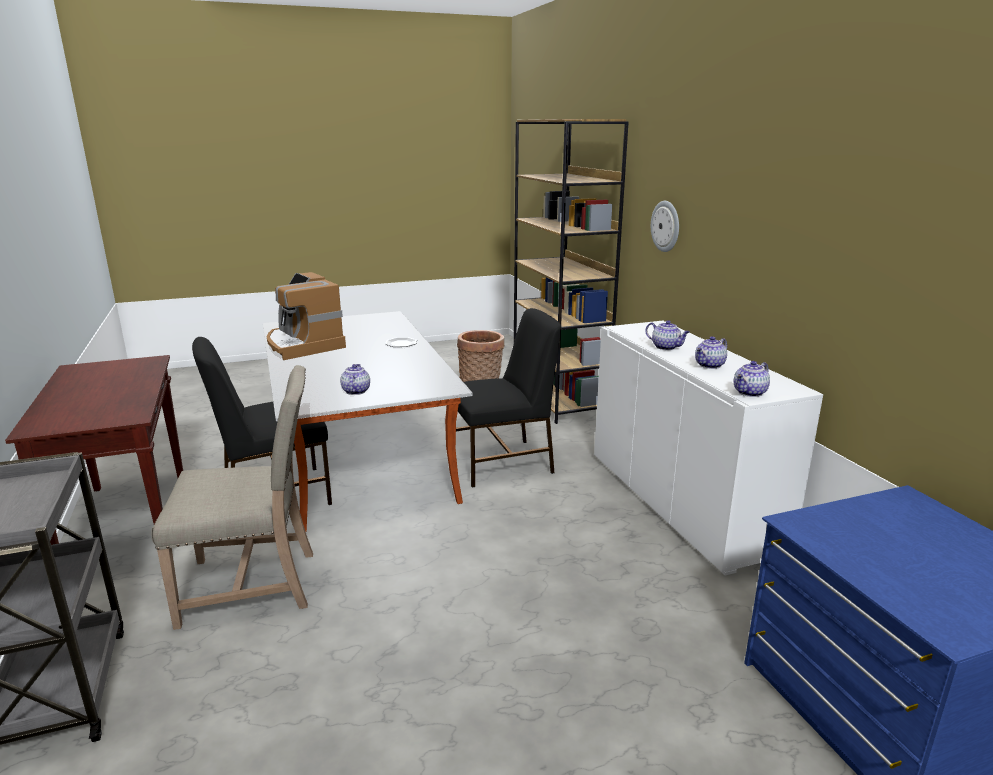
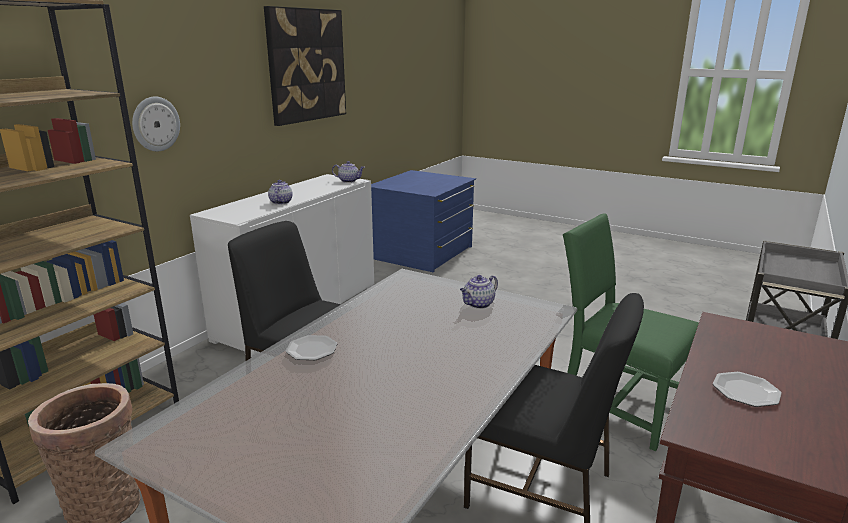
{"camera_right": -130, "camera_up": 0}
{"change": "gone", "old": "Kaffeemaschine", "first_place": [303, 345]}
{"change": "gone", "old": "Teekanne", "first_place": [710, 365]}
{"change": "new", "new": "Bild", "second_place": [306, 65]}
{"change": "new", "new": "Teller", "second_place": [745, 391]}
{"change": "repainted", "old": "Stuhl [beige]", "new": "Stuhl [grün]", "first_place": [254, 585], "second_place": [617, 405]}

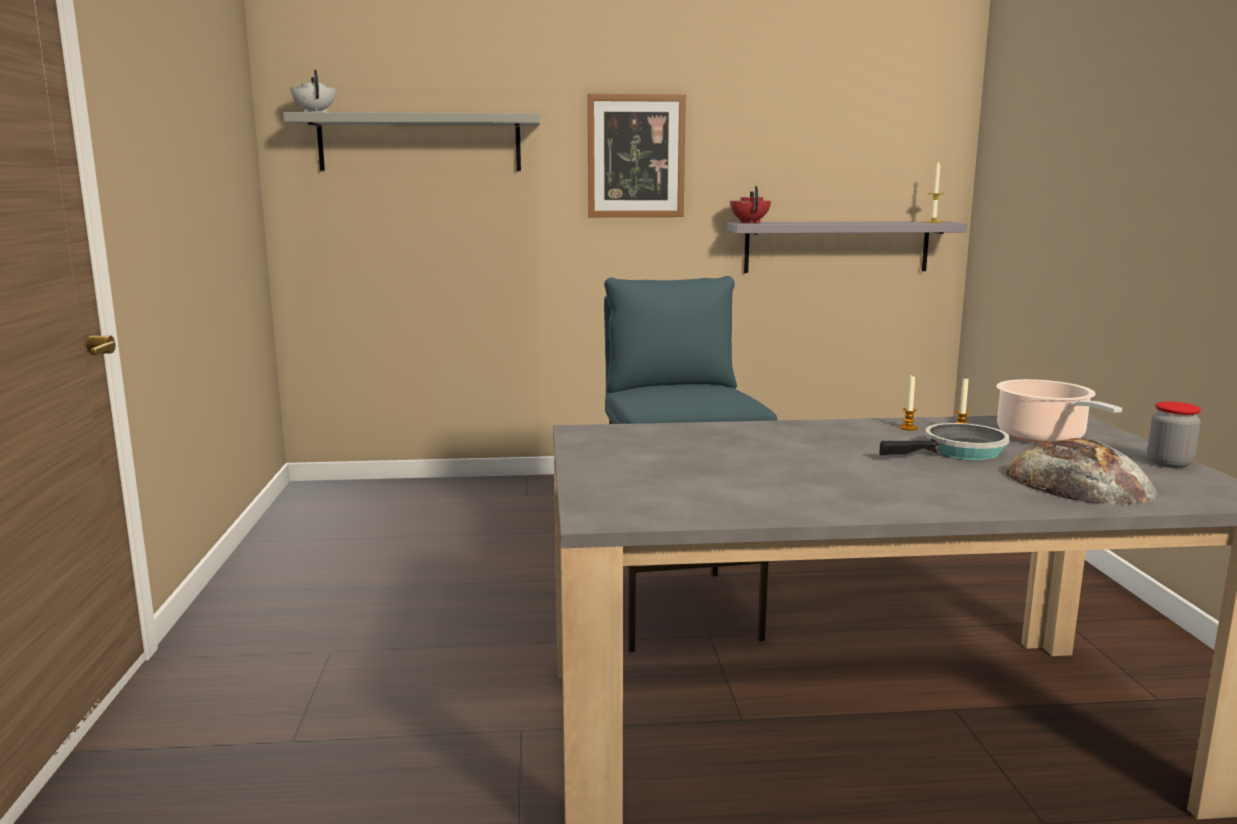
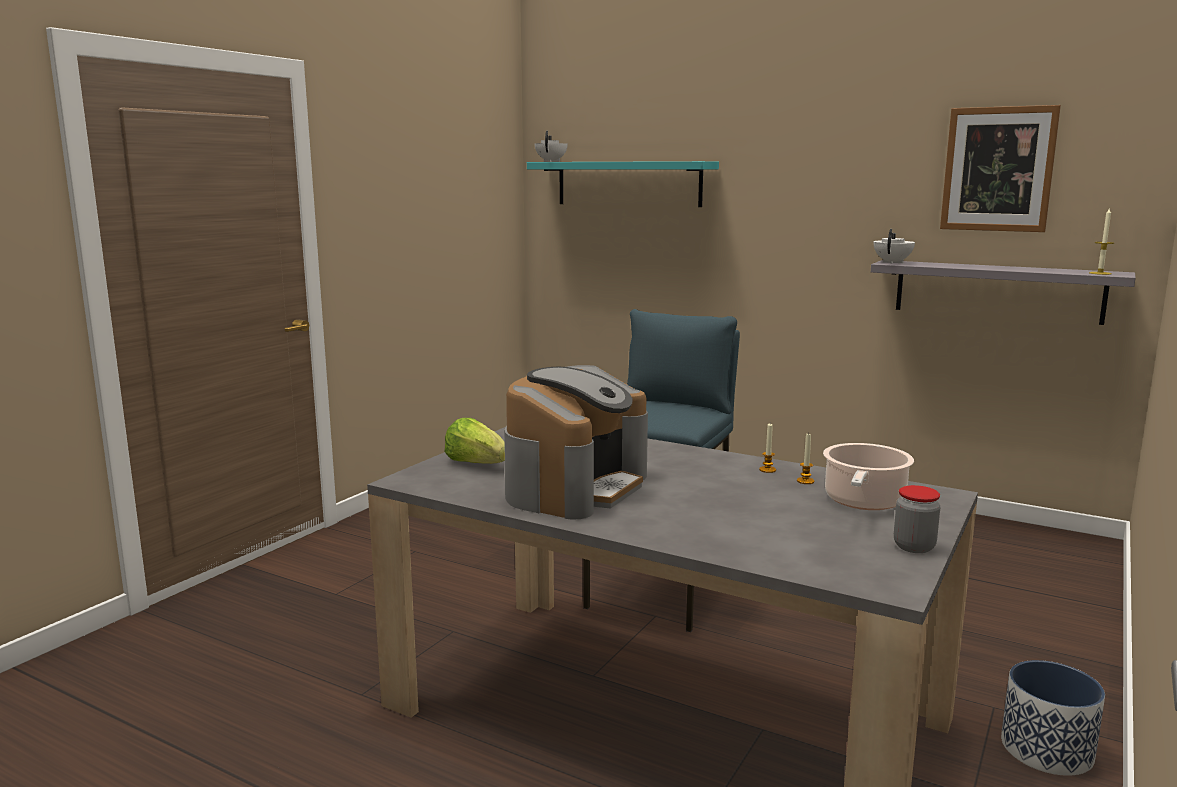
{"camera_right": 35, "camera_up": 0}
{"change": "gone", "old": "Pfanne", "first_place": [959, 451]}
{"change": "gone", "old": "Brot", "first_place": [1078, 483]}
{"change": "new", "new": "Salatkopf", "second_place": [477, 464]}
{"change": "new", "new": "Kaffeemaschine", "second_place": [575, 487]}
{"change": "new", "new": "Pflanzkübel", "second_place": [1047, 751]}
{"change": "shifted", "old": "Bild", "first_place": [636, 156], "second_place": [998, 169]}
{"change": "repainted", "old": "Wandregal [grau]", "new": "Wandregal [türkis]", "first_place": [420, 143], "second_place": [628, 183]}
{"change": "repainted", "old": "Teekanne [rot]", "new": "Teekanne [weiß]", "first_place": [749, 222], "second_place": [893, 262]}

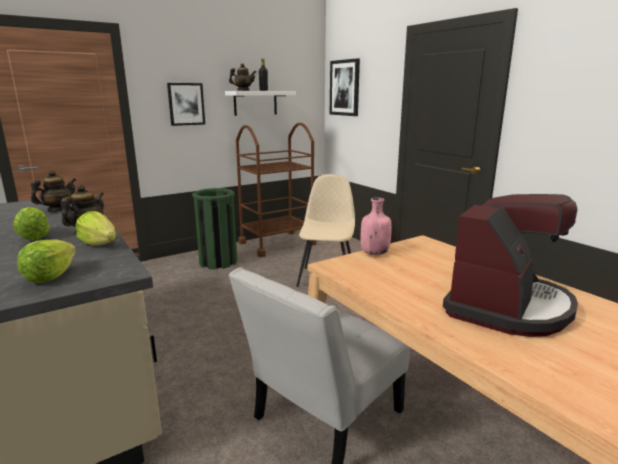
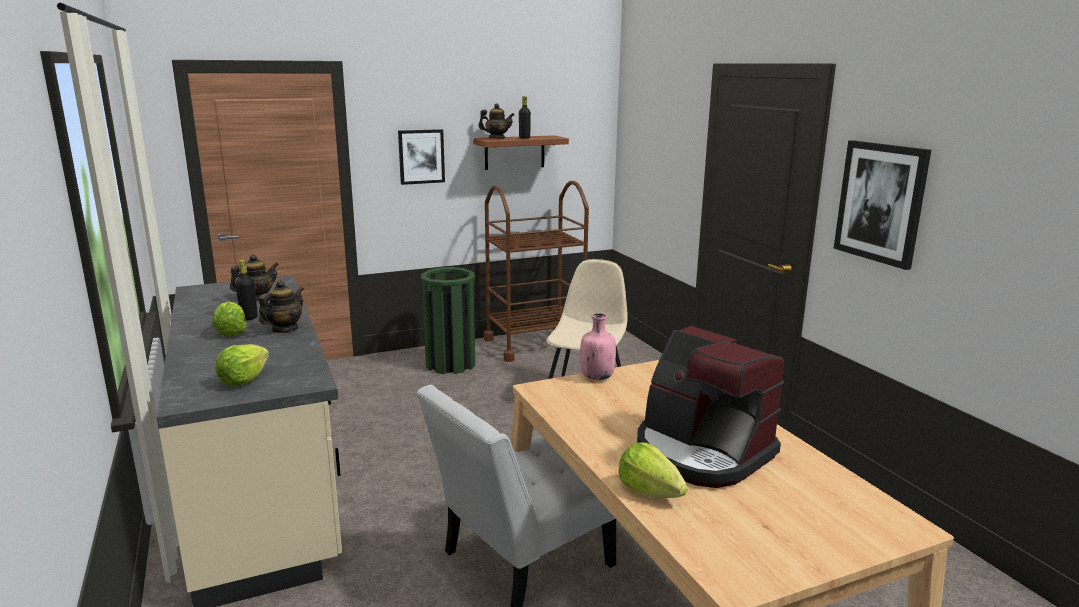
{"camera_right": 10, "camera_up": 0}
{"change": "new", "new": "Flasche [schwarz]", "second_place": [249, 318]}
{"change": "shifted", "old": "Salatkopf", "first_place": [100, 244], "second_place": [650, 491]}
{"change": "shifted", "old": "Bild", "first_place": [345, 88], "second_place": [881, 202]}
{"change": "repainted", "old": "Wandregal [weiß]", "new": "Wandregal [braun]", "first_place": [255, 103], "second_place": [514, 152]}
{"change": "rotated", "old": "Kaffeemaschine", "first_place": [507, 307], "second_place": [701, 452], "degrees": 90}

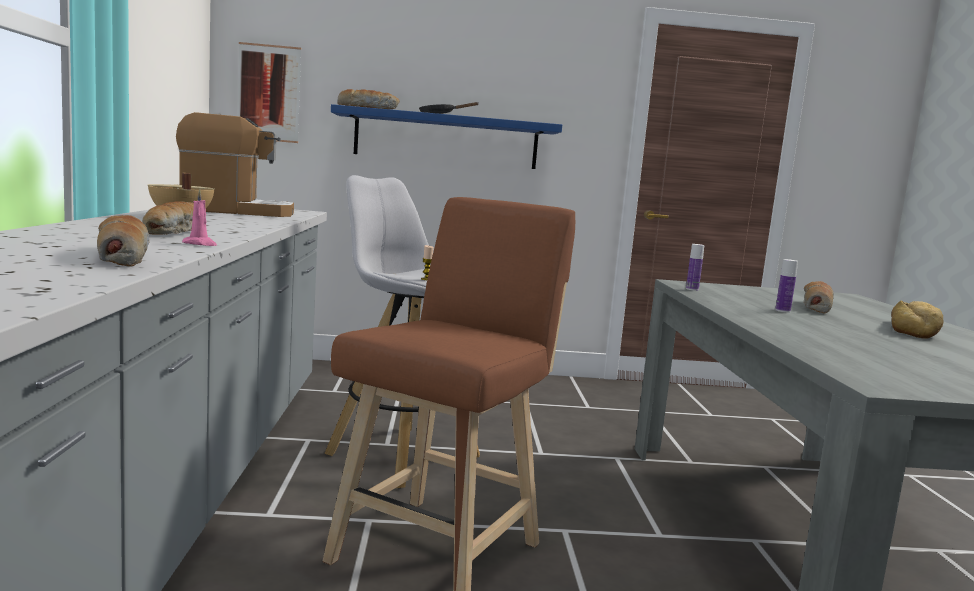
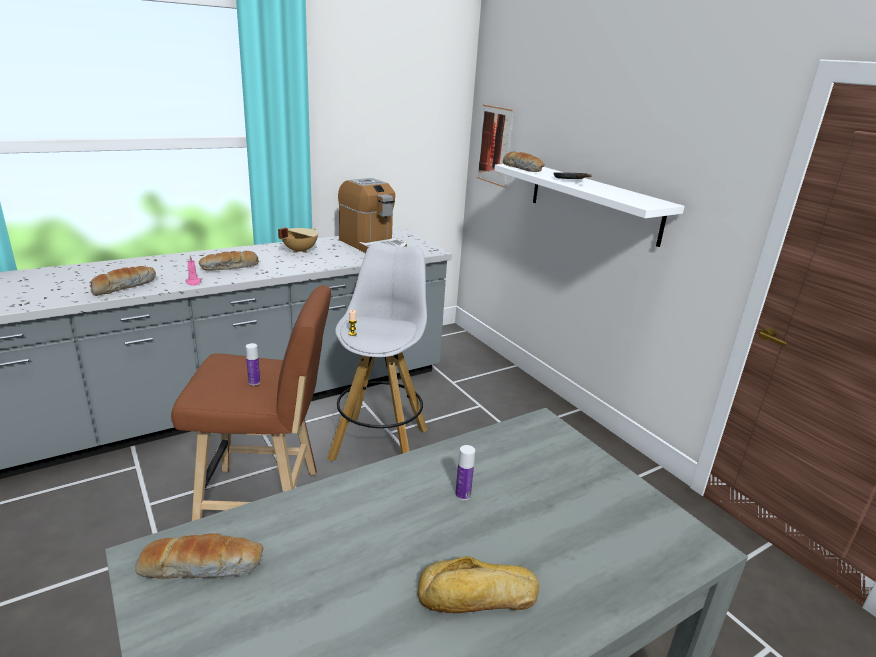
{"camera_right": 60, "camera_up": 15}
{"change": "shifted", "old": "Flasche", "first_place": [692, 289], "second_place": [254, 382]}
{"change": "shifted", "old": "Brot", "first_place": [816, 306], "second_place": [202, 566]}
{"change": "repainted", "old": "Wandregal [blau]", "new": "Wandregal [weiß]", "first_place": [446, 139], "second_place": [593, 202]}

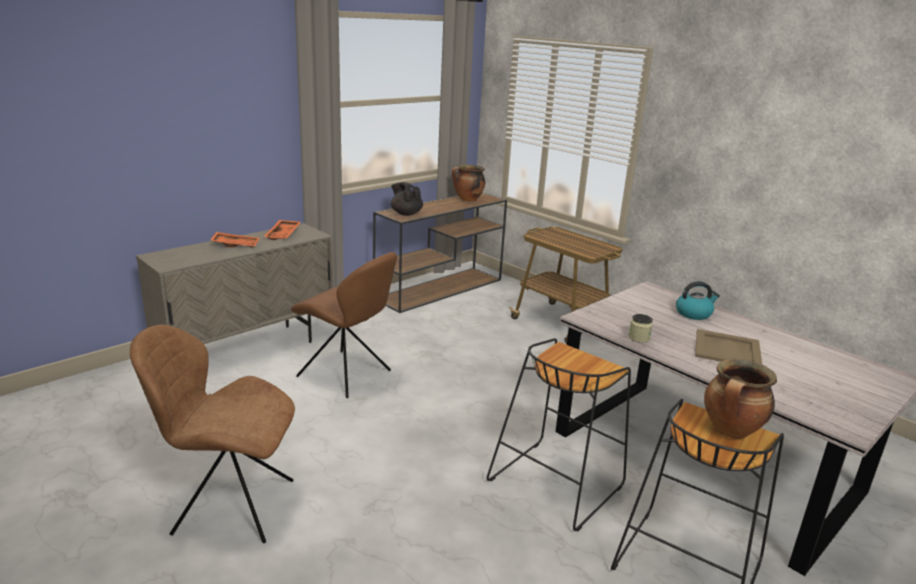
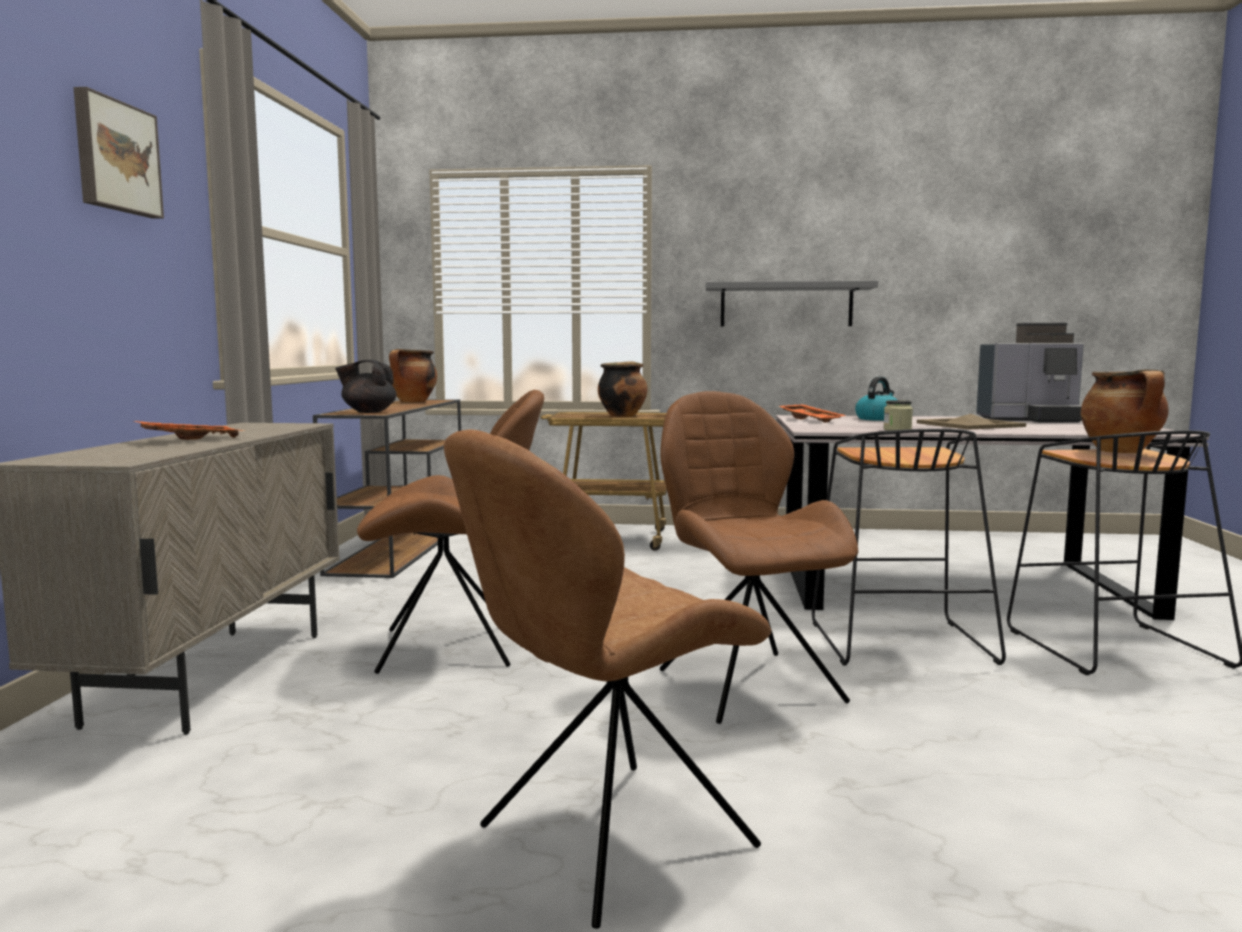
{"camera_right": -40, "camera_up": -15}
{"change": "new", "new": "Bild", "second_place": [115, 157]}
{"change": "new", "new": "Kochtopf", "second_place": [622, 416]}
{"change": "new", "new": "Stuhl [braun]", "second_place": [746, 683]}
{"change": "new", "new": "Wandregal [grau]", "second_place": [786, 305]}
{"change": "new", "new": "Kaffeemaschine", "second_place": [1031, 419]}
{"change": "shifted", "old": "Tablett [orange]", "first_place": [284, 235], "second_place": [811, 420]}

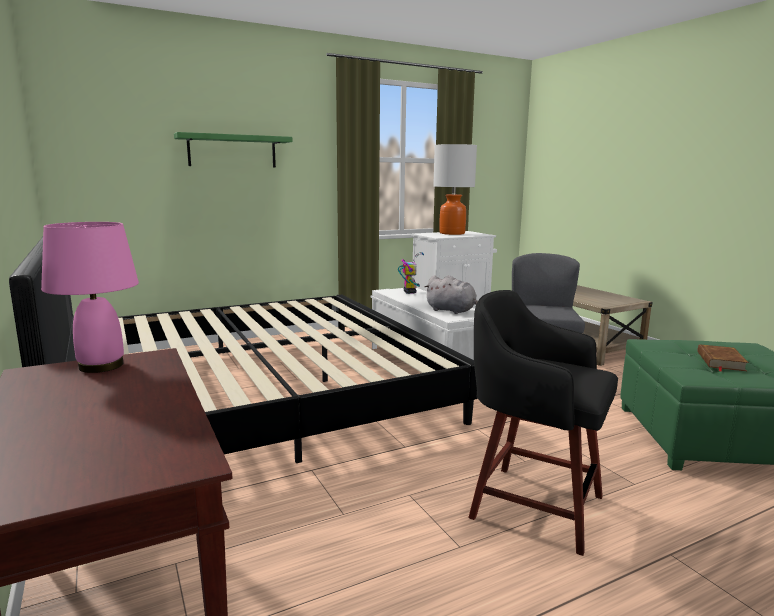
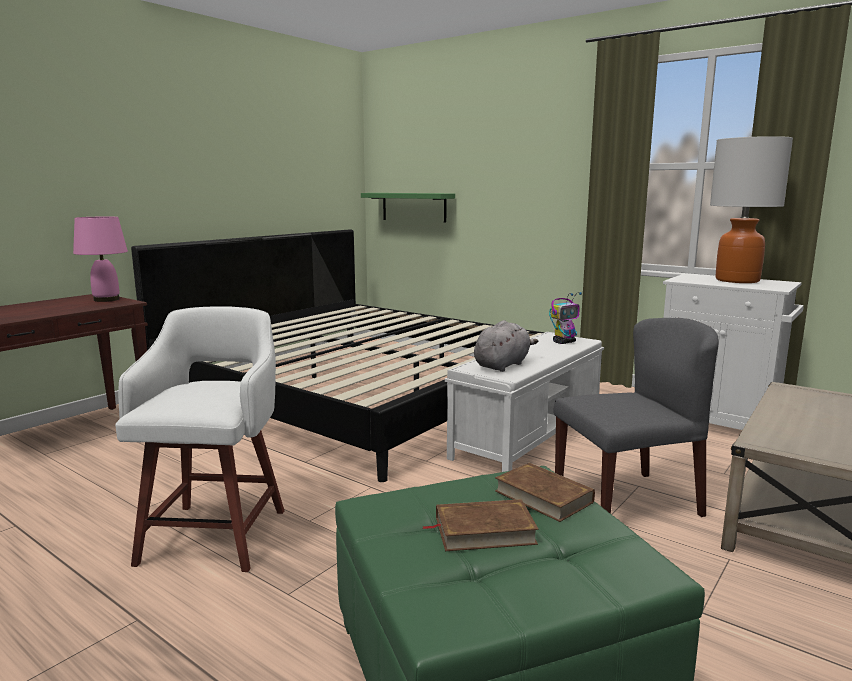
{"camera_right": 65, "camera_up": 0}
{"change": "new", "new": "Buch [braun]", "second_place": [543, 496]}
{"change": "shifted", "old": "Wandregal [grün]", "first_place": [232, 151], "second_place": [414, 207]}
{"change": "repainted", "old": "Hocker [schwarz]", "new": "Hocker [weiß]", "first_place": [532, 505], "second_place": [217, 533]}
{"change": "rotated", "old": "Plüschtier [grau]", "first_place": [452, 311], "second_place": [503, 365], "degrees": -150}

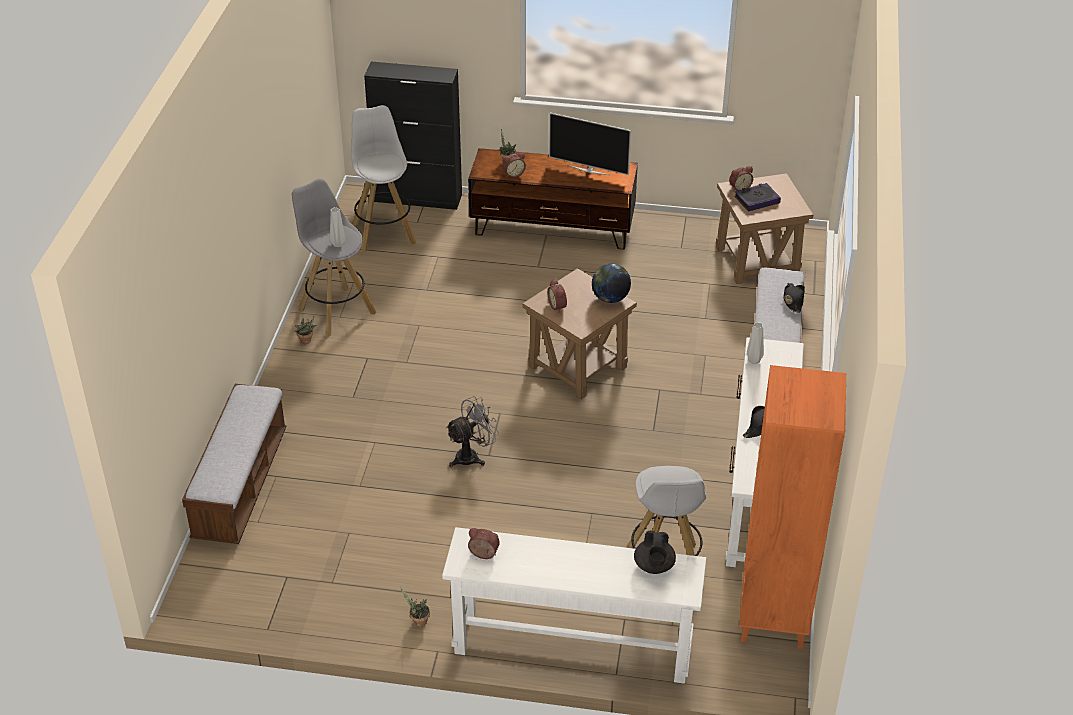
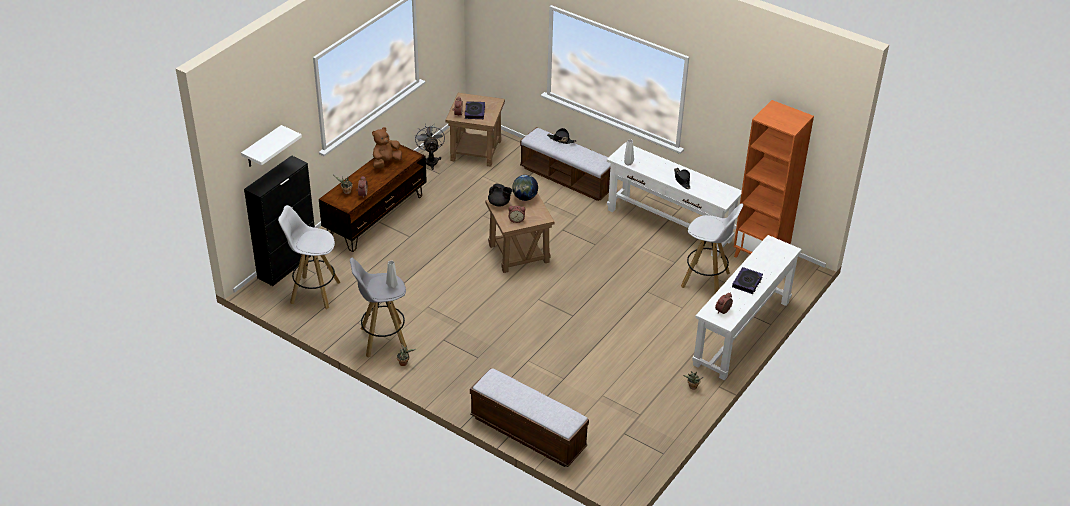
{"camera_right": -65, "camera_up": 0}
{"change": "new", "new": "Wandregal [weiß]", "second_place": [262, 147]}
{"change": "new", "new": "Buch", "second_place": [747, 282]}
{"change": "shifted", "old": "Ventilator [grau]", "first_place": [472, 456], "second_place": [431, 160]}
{"change": "shifted", "old": "Teekanne [schwarz]", "first_place": [654, 566], "second_place": [499, 203]}
{"change": "swapped", "old": "Fernseher", "new": "Plüschtier [braun]", "first_place": [589, 170], "second_place": [386, 162]}

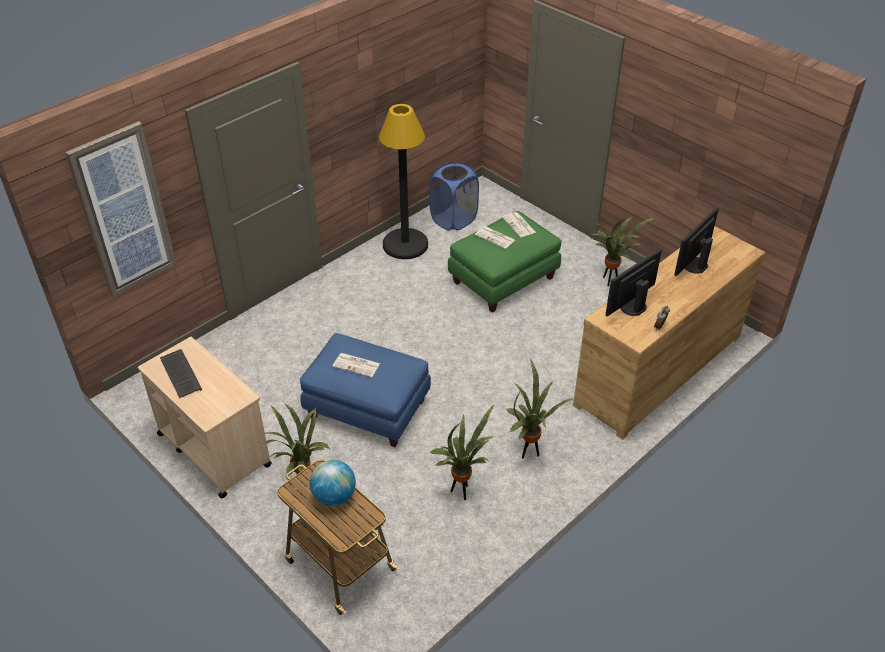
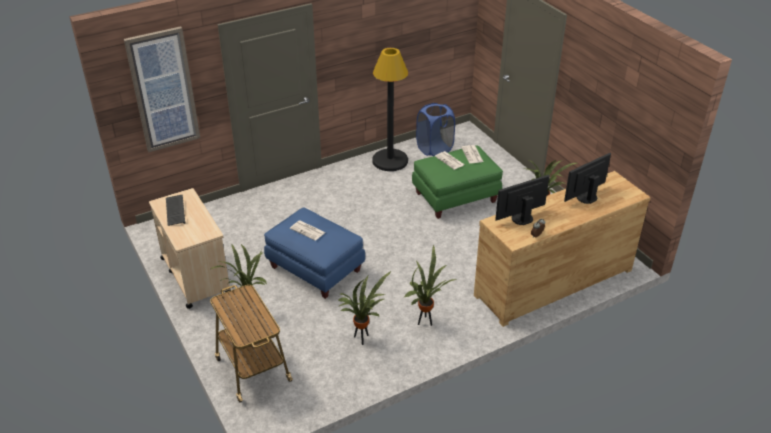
{"camera_right": 15, "camera_up": -5}
{"change": "gone", "old": "Globus", "first_place": [334, 496]}

